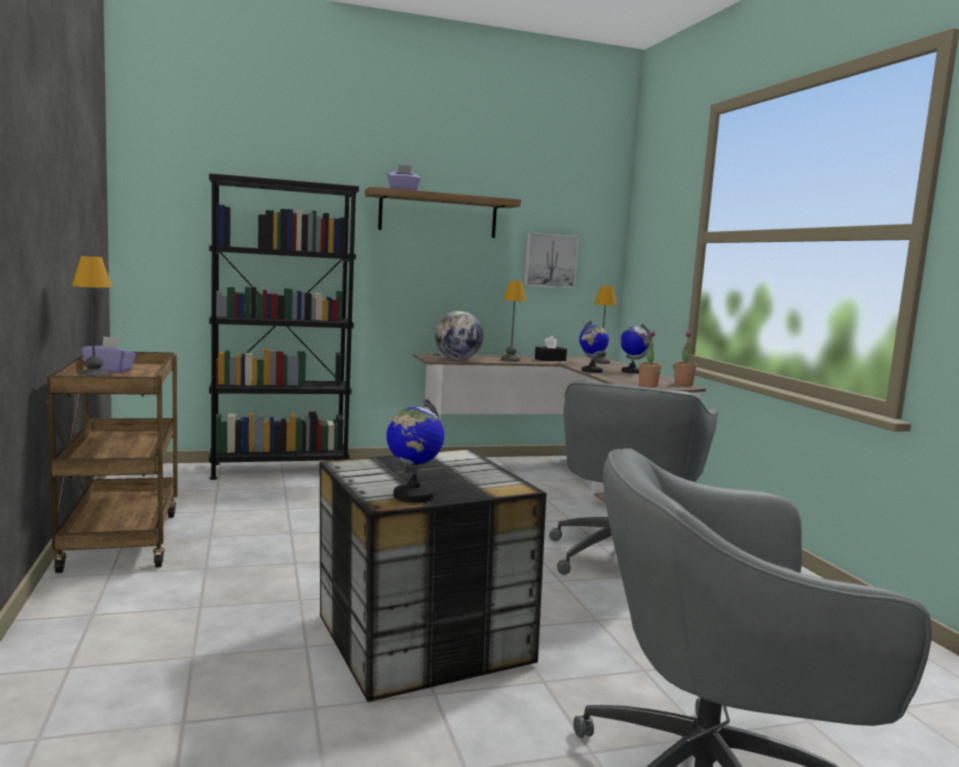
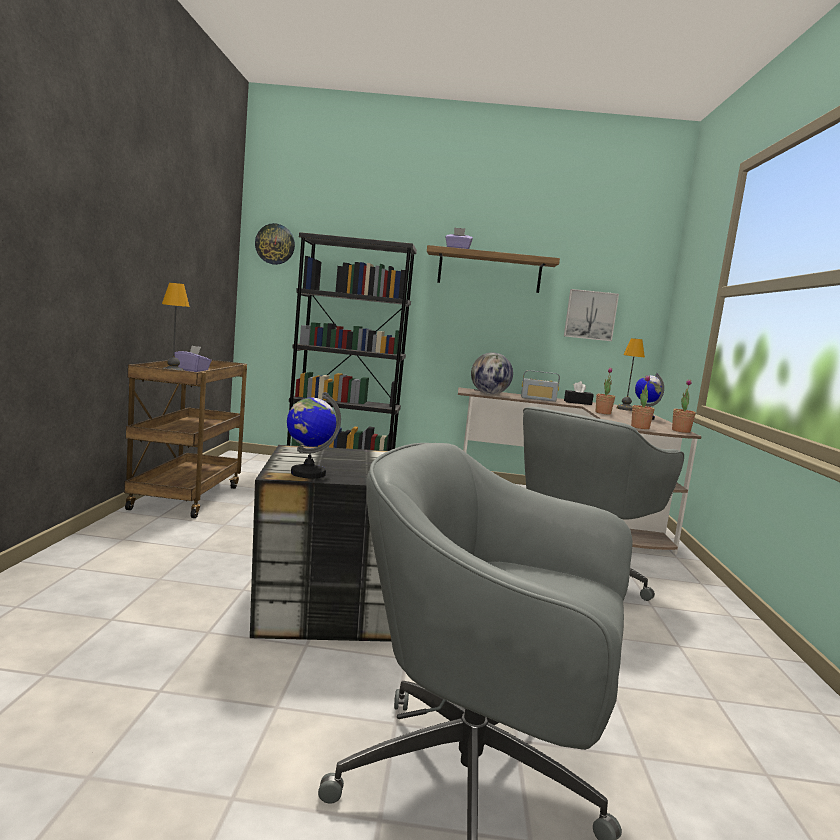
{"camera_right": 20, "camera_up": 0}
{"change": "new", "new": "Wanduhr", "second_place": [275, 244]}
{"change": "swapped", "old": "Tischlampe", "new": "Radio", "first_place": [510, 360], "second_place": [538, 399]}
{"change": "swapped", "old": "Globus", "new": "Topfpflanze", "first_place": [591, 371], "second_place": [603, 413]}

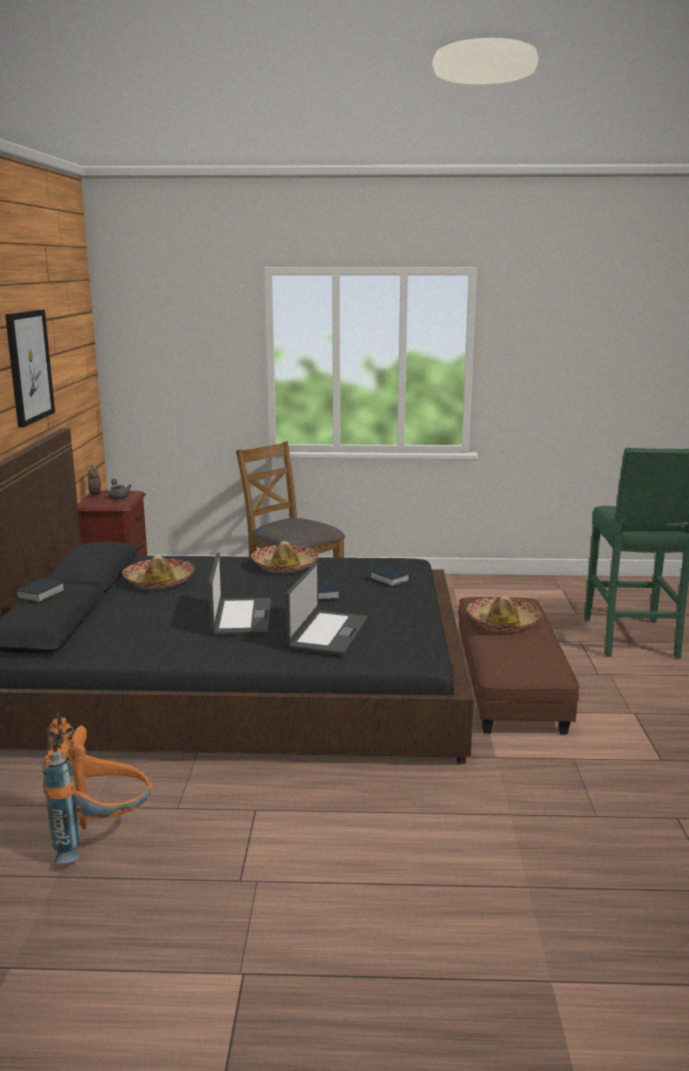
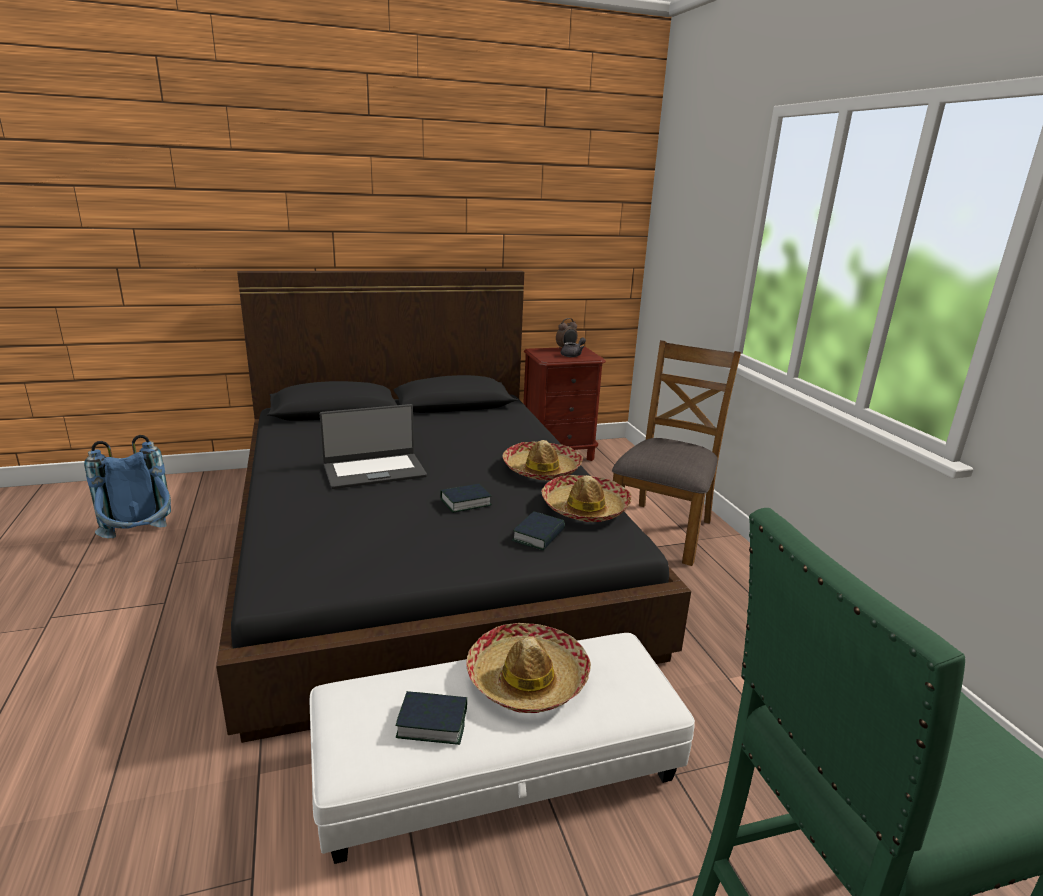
{"camera_right": 70, "camera_up": 5}
{"change": "gone", "old": "Bild", "first_place": [29, 366]}
{"change": "gone", "old": "Laptop", "first_place": [327, 633]}
{"change": "shifted", "old": "Buch", "first_place": [40, 595], "second_place": [432, 723]}
{"change": "shifted", "old": "Hut", "first_place": [158, 581], "second_place": [585, 508]}
{"change": "repainted", "old": "Rucksack [orange]", "new": "Rucksack [blau]", "first_place": [101, 837], "second_place": [141, 541]}
{"change": "repainted", "old": "Polsterhocker [braun]", "new": "Polsterhocker [weiß]", "first_place": [509, 682], "second_place": [498, 766]}

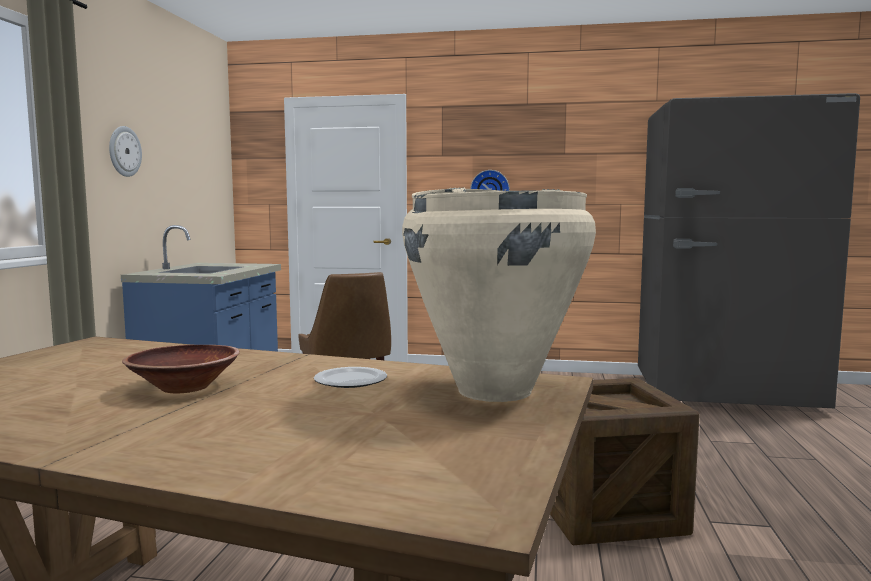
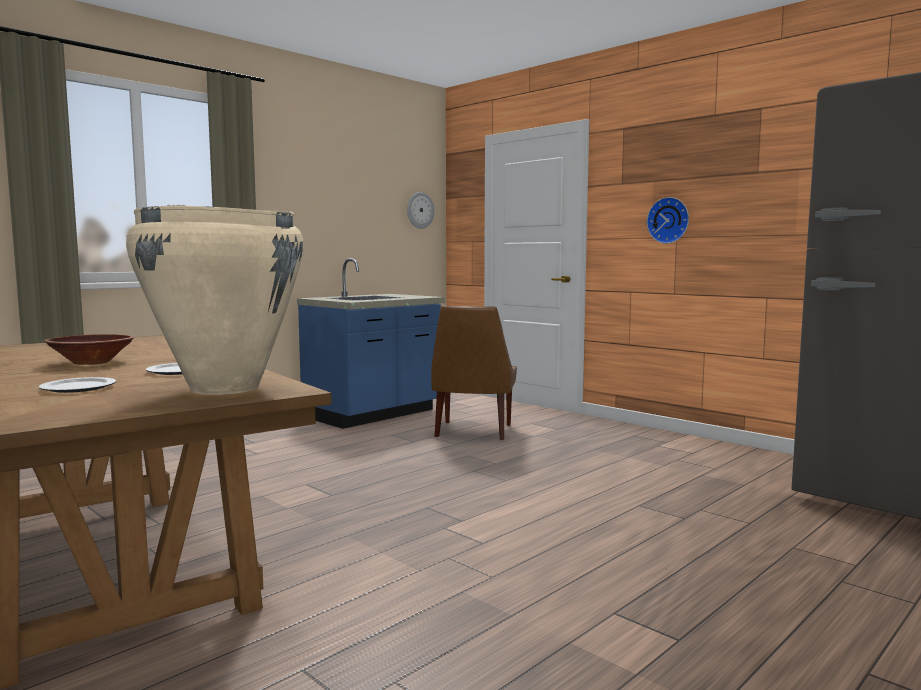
{"camera_right": 35, "camera_up": 0}
{"change": "gone", "old": "Kiste", "first_place": [606, 511]}
{"change": "new", "new": "Teller", "second_place": [79, 388]}
{"change": "shifted", "old": "Wanduhr", "first_place": [124, 151], "second_place": [420, 210]}

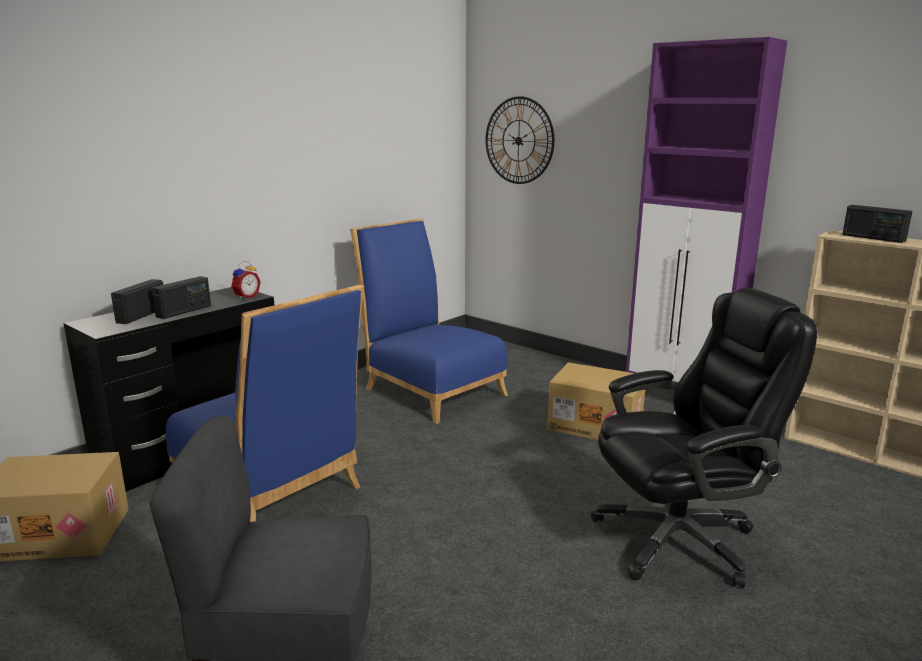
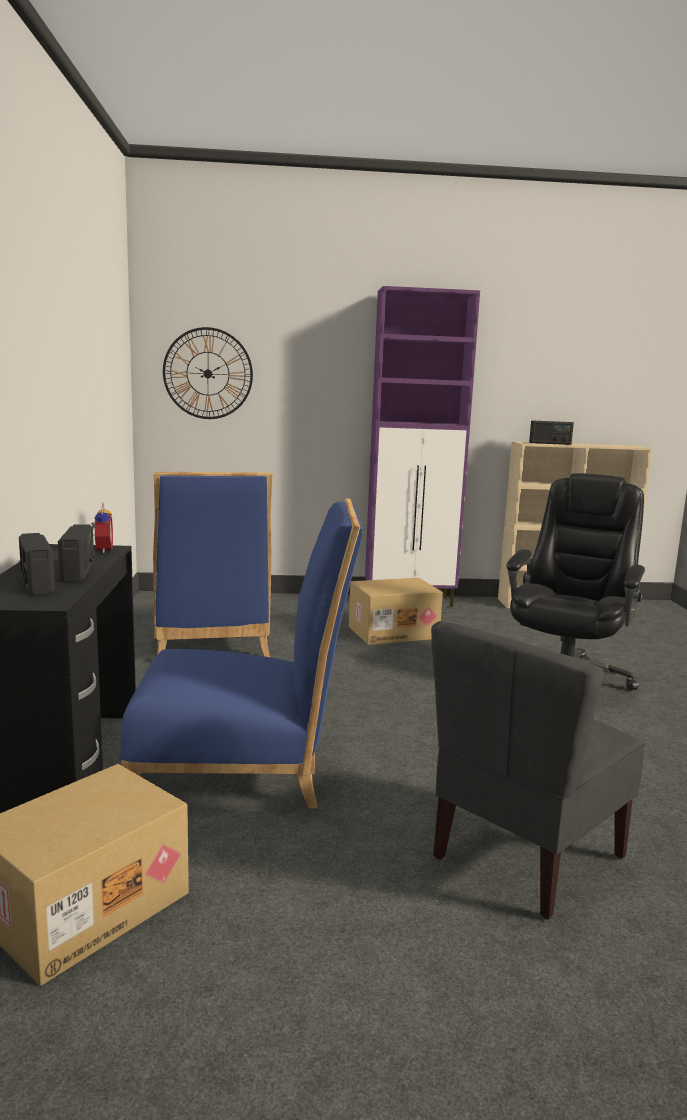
{"camera_right": -45, "camera_up": -5}
{"change": "rotated", "old": "Stuhl [blau]", "first_place": [429, 389], "second_place": [210, 643], "degrees": -105}

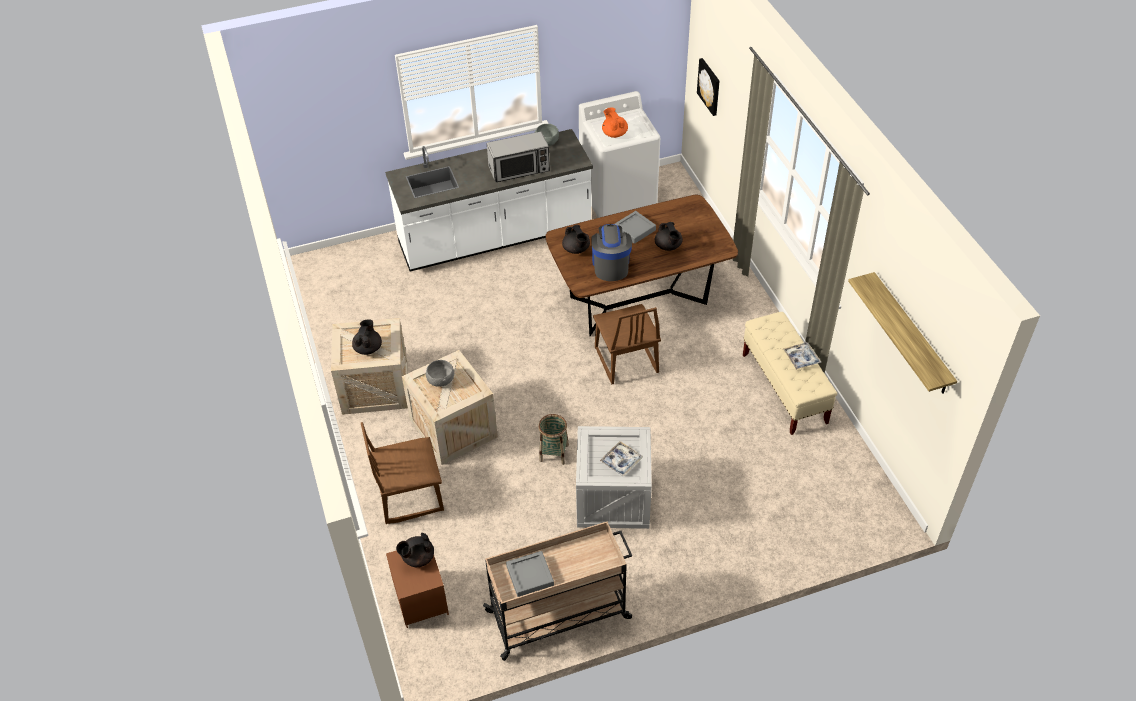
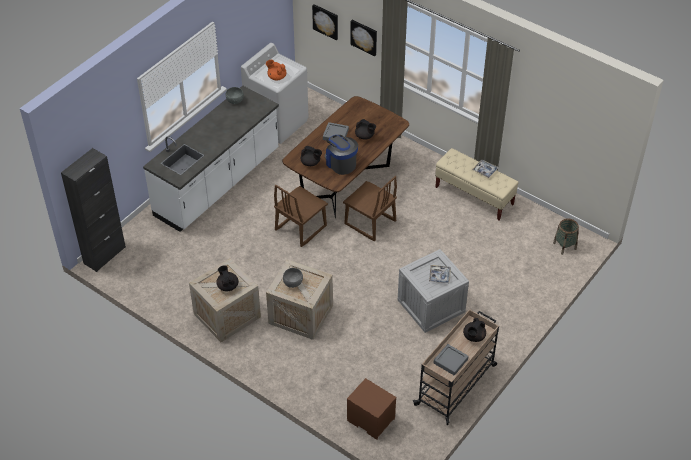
{"camera_right": -35, "camera_up": 0}
{"change": "gone", "old": "Mikrowelle", "first_place": [519, 169]}
{"change": "gone", "old": "Wandregal", "first_place": [911, 334]}
{"change": "new", "new": "Schrank [schwarz]", "second_place": [104, 255]}
{"change": "new", "new": "Bild", "second_place": [364, 37]}
{"change": "shifted", "old": "Stuhl [braun]", "first_place": [409, 495], "second_place": [300, 228]}
{"change": "shifted", "old": "Teekanne [schwarz]", "first_place": [417, 558], "second_place": [473, 337]}
{"change": "shifted", "old": "Korb", "first_place": [553, 453], "second_place": [564, 246]}

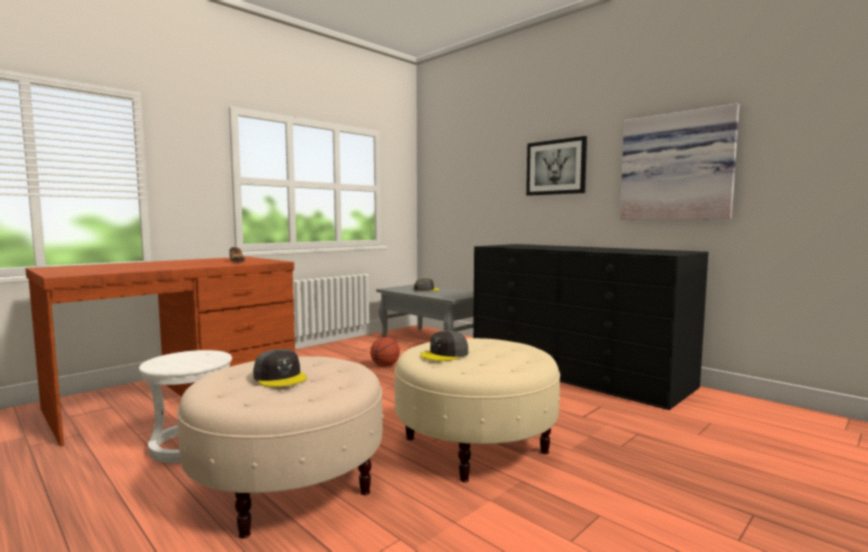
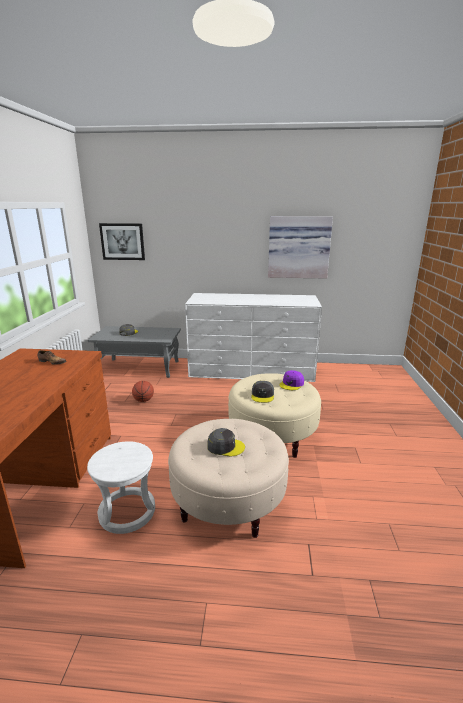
{"camera_right": -40, "camera_up": 15}
{"change": "new", "new": "Kappe [lila]", "second_place": [292, 384]}
{"change": "shifted", "old": "Bild", "first_place": [556, 167], "second_place": [122, 241]}
{"change": "repainted", "old": "Kommode [schwarz]", "new": "Kommode [weiß]", "first_place": [576, 372], "second_place": [251, 370]}

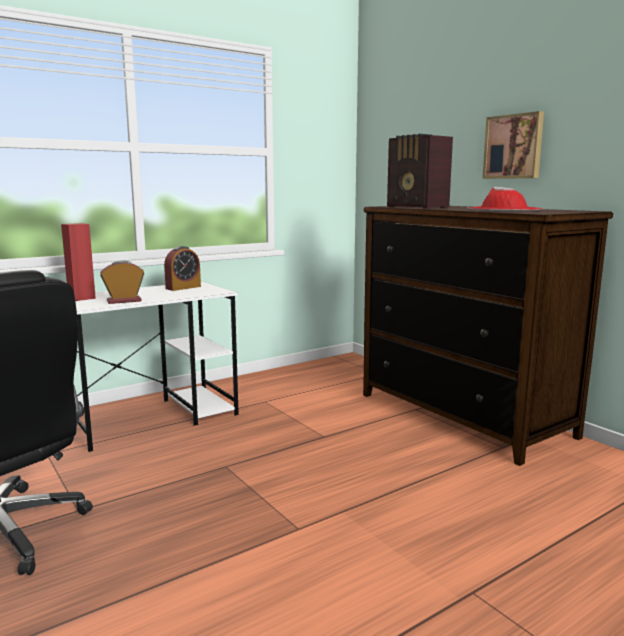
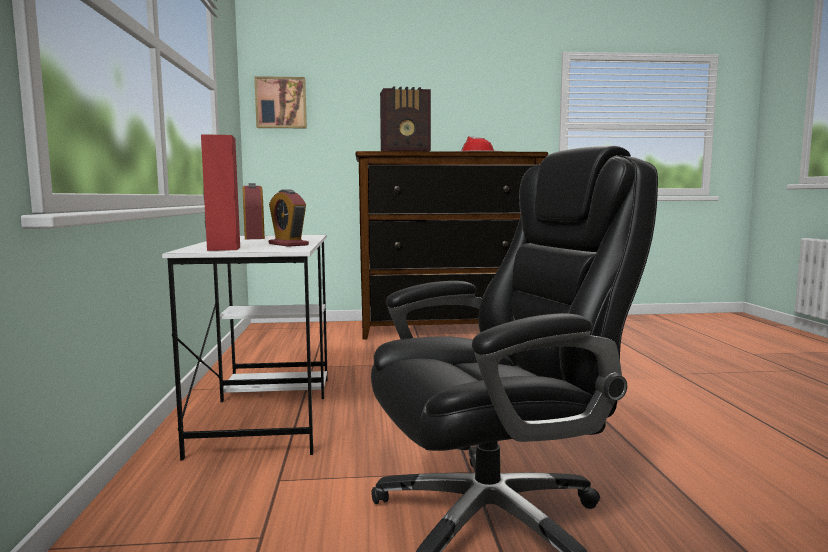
{"camera_right": -60, "camera_up": -5}
{"change": "shifted", "old": "Bild", "first_place": [514, 147], "second_place": [281, 103]}
{"change": "rotated", "old": "Wecker", "first_place": [124, 301], "second_place": [288, 244], "degrees": -45}

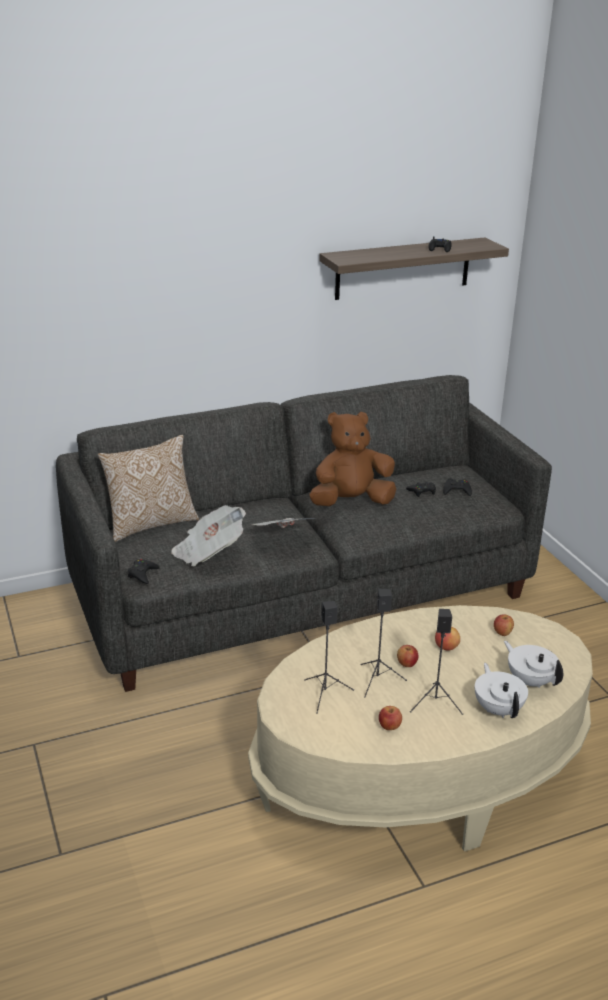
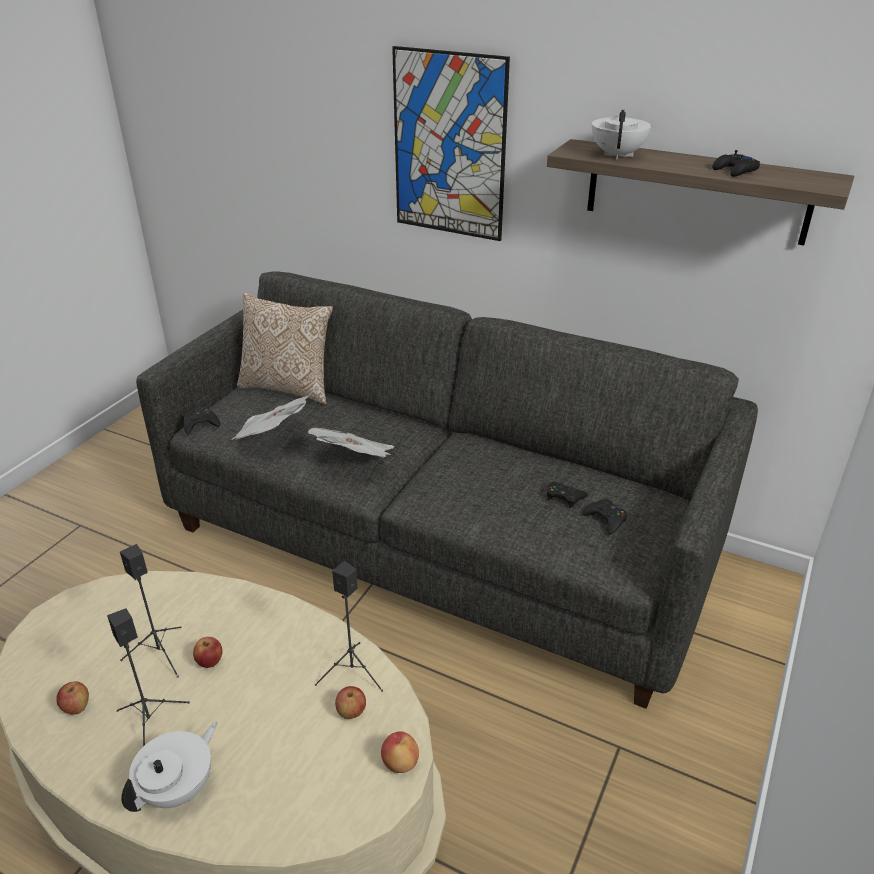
{"camera_right": 50, "camera_up": 5}
{"change": "gone", "old": "Plüschtier [braun]", "first_place": [351, 502]}
{"change": "new", "new": "Bild", "second_place": [449, 146]}
{"change": "shifted", "old": "Lautsprecher [schwarz]", "first_place": [325, 694], "second_place": [351, 673]}
{"change": "shifted", "old": "Apfel", "first_place": [446, 647], "second_place": [400, 763]}
{"change": "shifted", "old": "Teekanne [weiß]", "first_place": [530, 680], "second_place": [618, 155]}

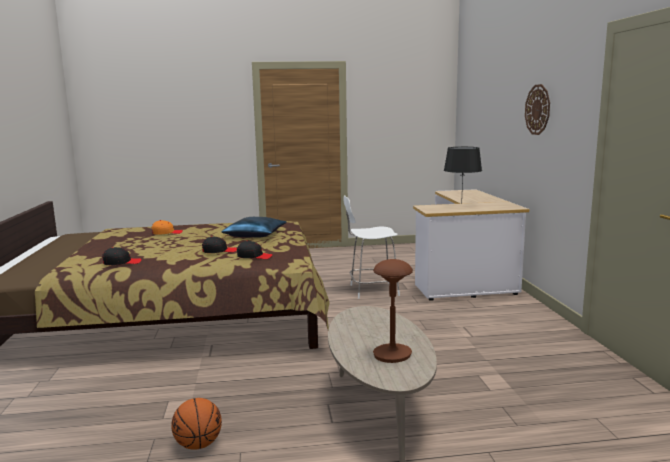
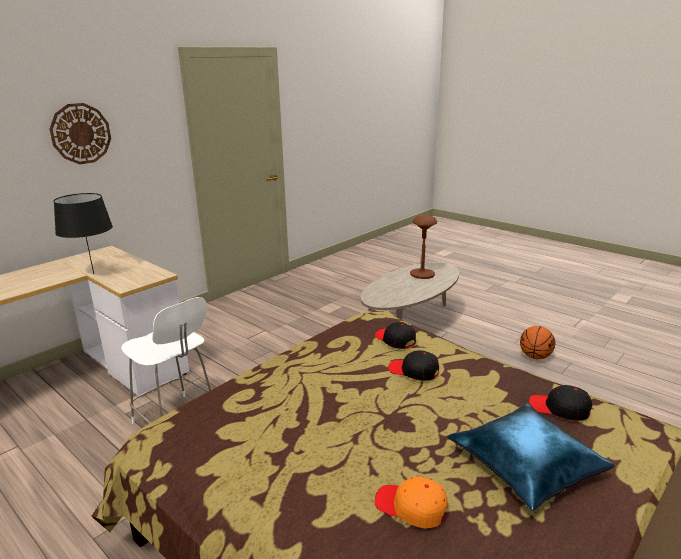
{"camera_right": -130, "camera_up": 10}
{"change": "shifted", "old": "Kissen [blau]", "first_place": [255, 234], "second_place": [525, 465]}

